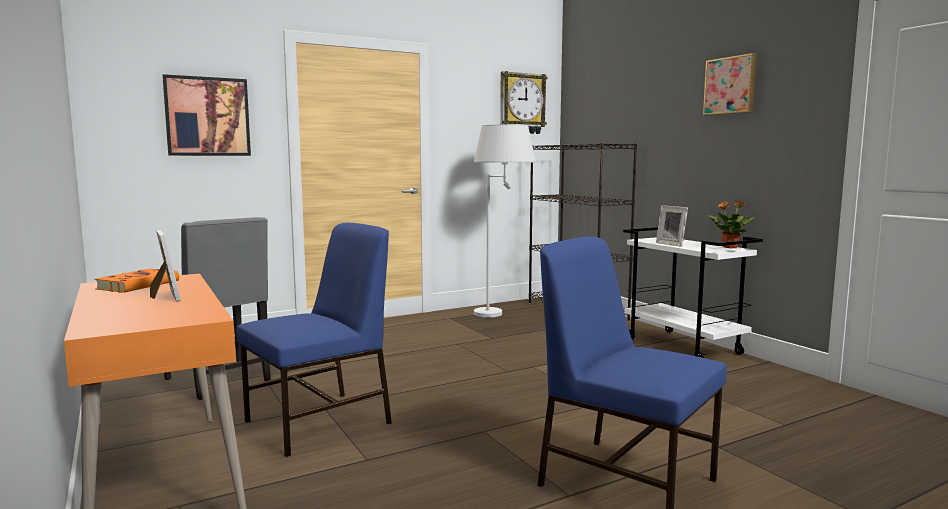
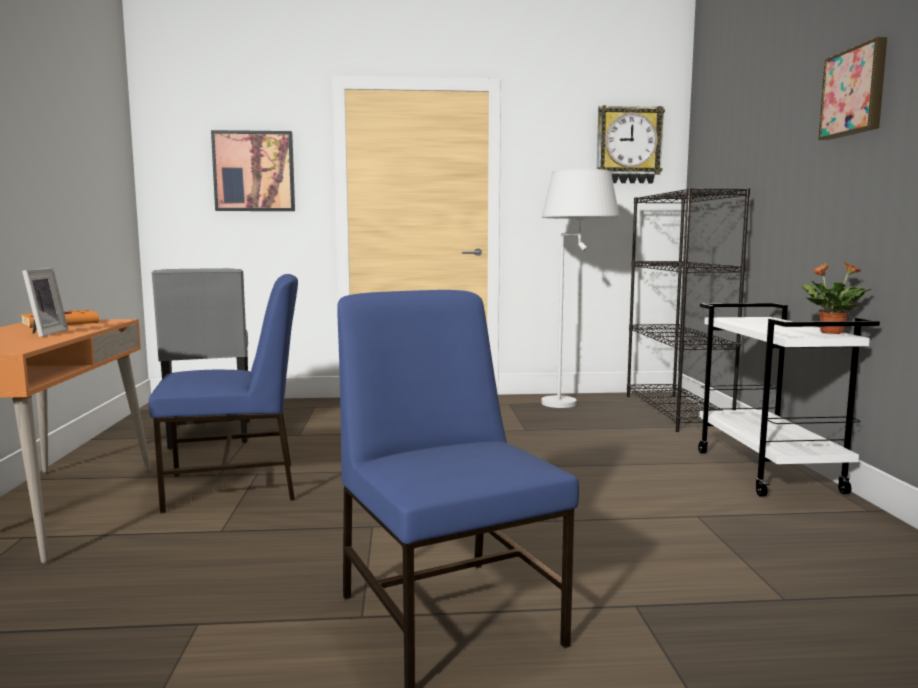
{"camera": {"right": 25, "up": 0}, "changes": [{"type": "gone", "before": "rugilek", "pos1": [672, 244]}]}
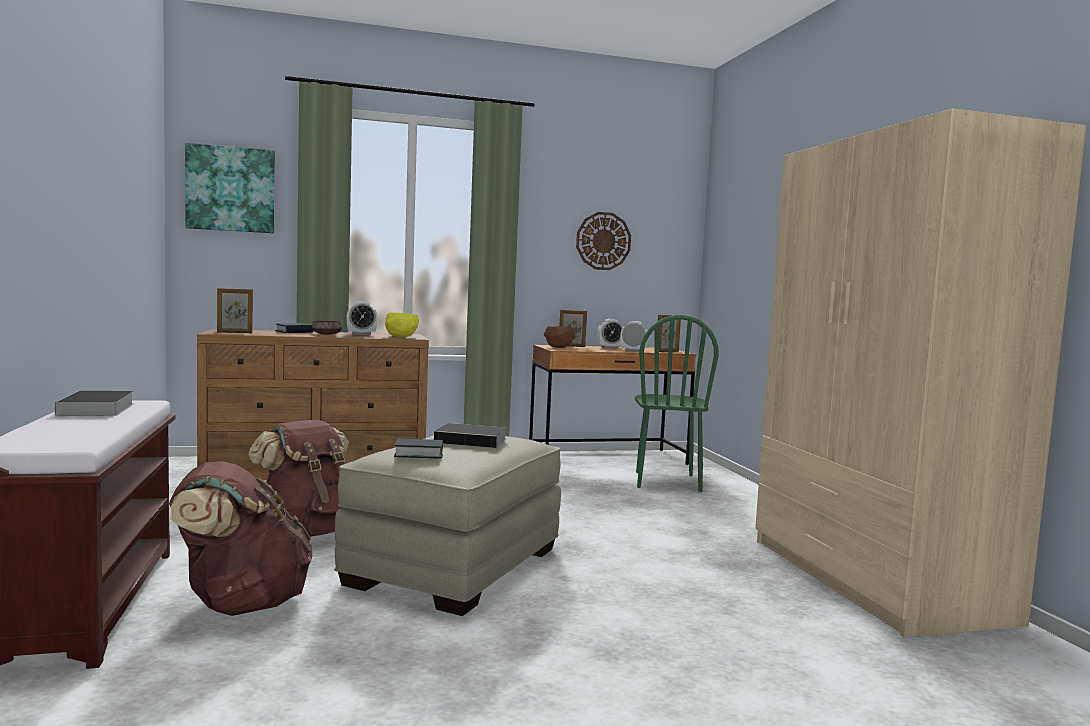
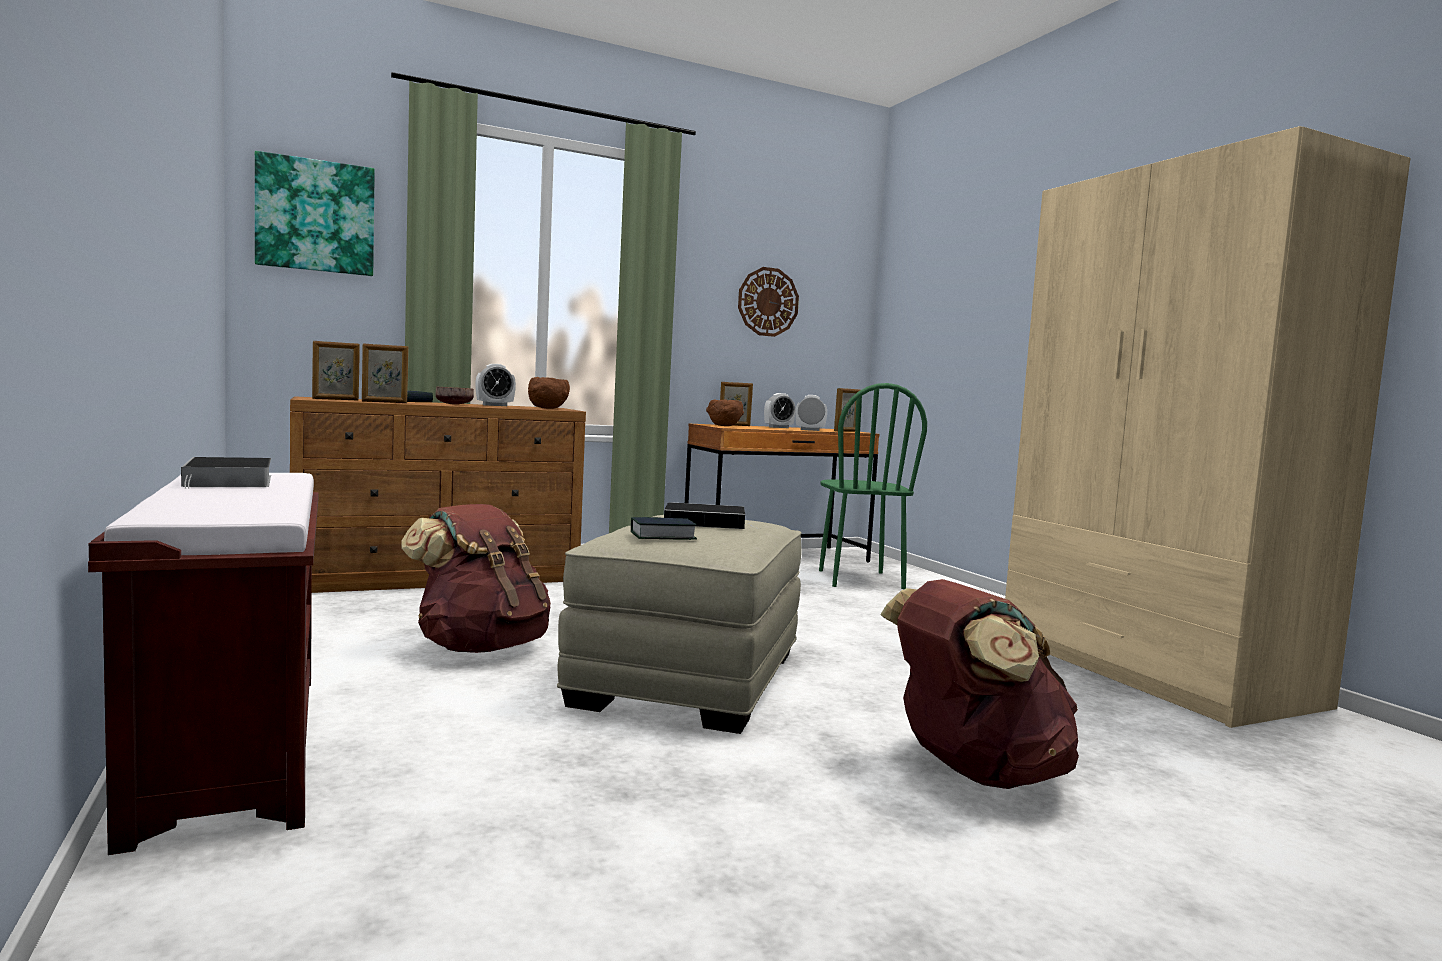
{"camera": {"right": -10, "up": 0}, "changes": [{"type": "shifted", "before": "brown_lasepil", "pos1": [241, 604], "pos2": [974, 772]}, {"type": "repainted", "before": "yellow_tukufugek", "after": "brown_tukufugek", "pos1": [401, 337], "pos2": [547, 408]}, {"type": "new", "after": "rugilek", "pos2": [384, 402]}]}
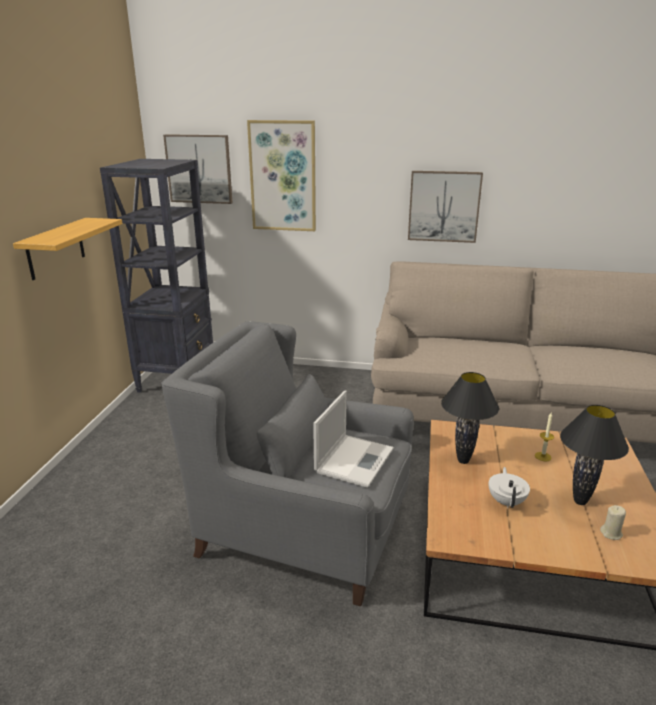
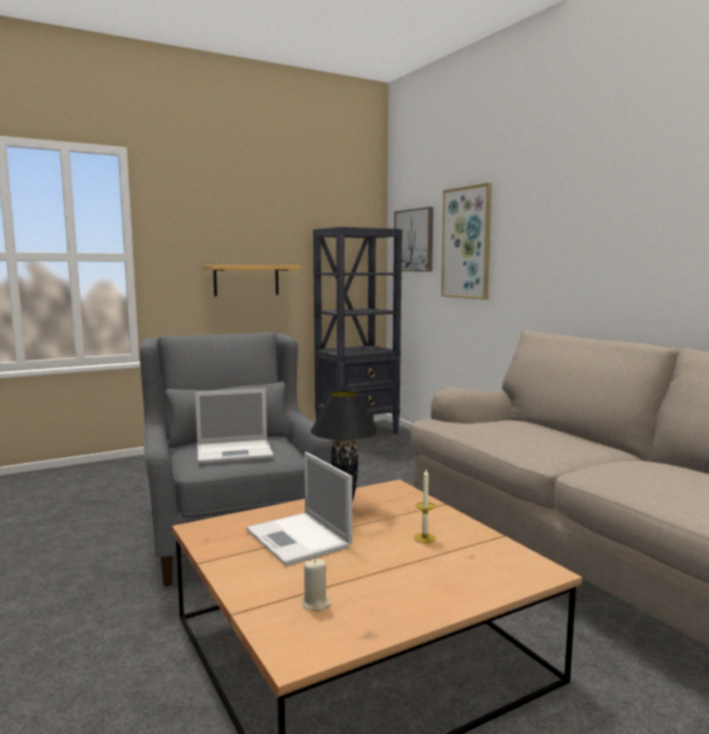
{"camera": {"right": 50, "up": -15}, "changes": [{"type": "gone", "before": "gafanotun", "pos1": [444, 206]}, {"type": "swapped", "before": "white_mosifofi", "after": "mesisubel", "pos1": [506, 501], "pos2": [299, 539]}, {"type": "gone", "before": "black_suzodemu", "pos1": [579, 502]}]}
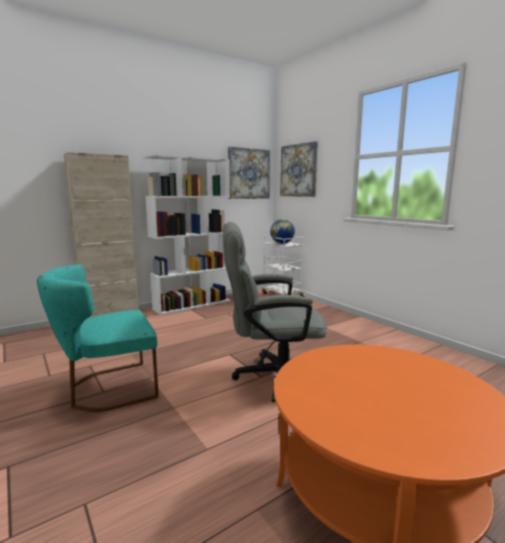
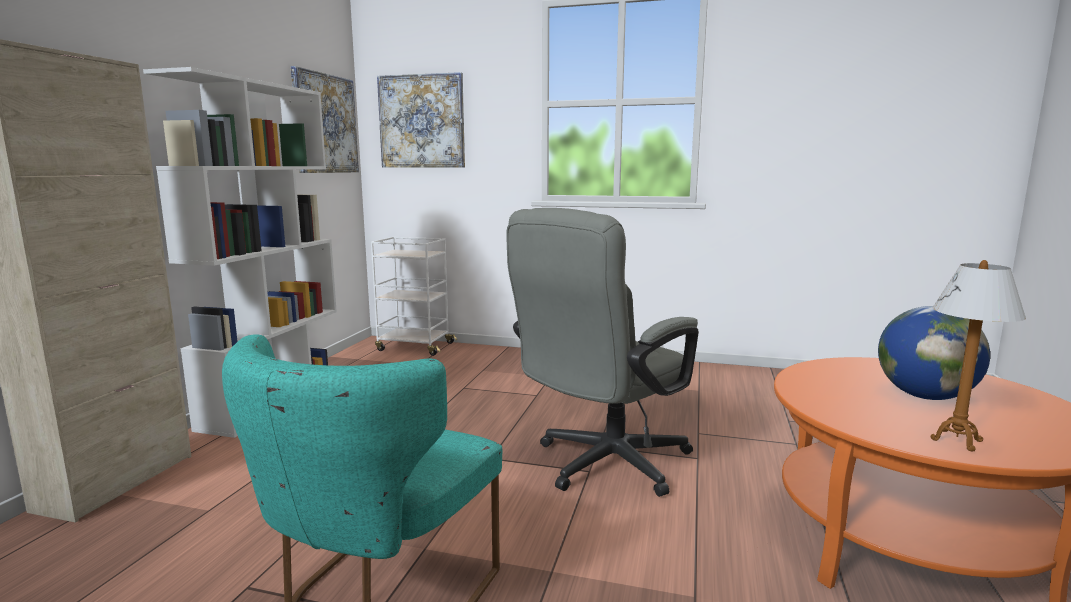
{"camera": {"right": -40, "up": 0}, "changes": [{"type": "shifted", "before": "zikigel", "pos1": [282, 243], "pos2": [924, 396]}, {"type": "new", "after": "suzodemu", "pos2": [956, 440]}]}
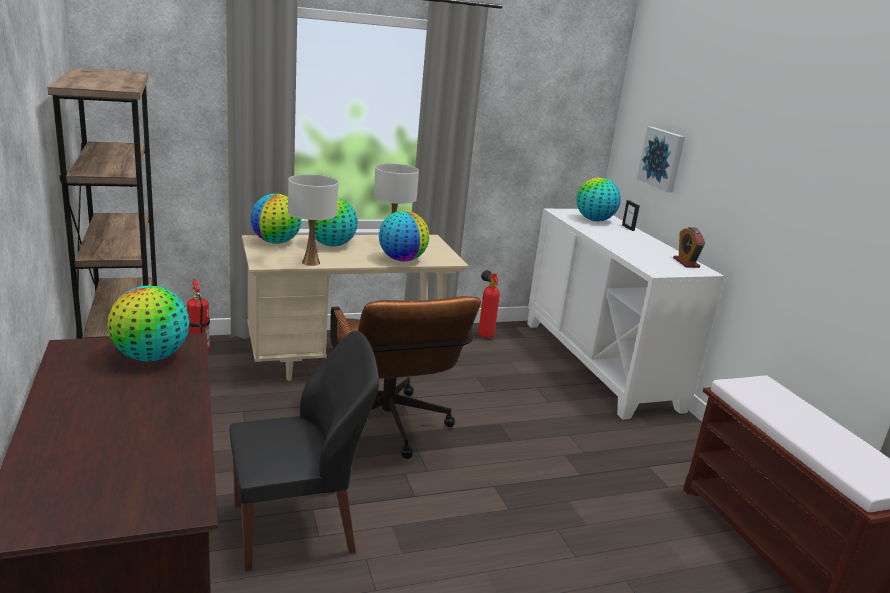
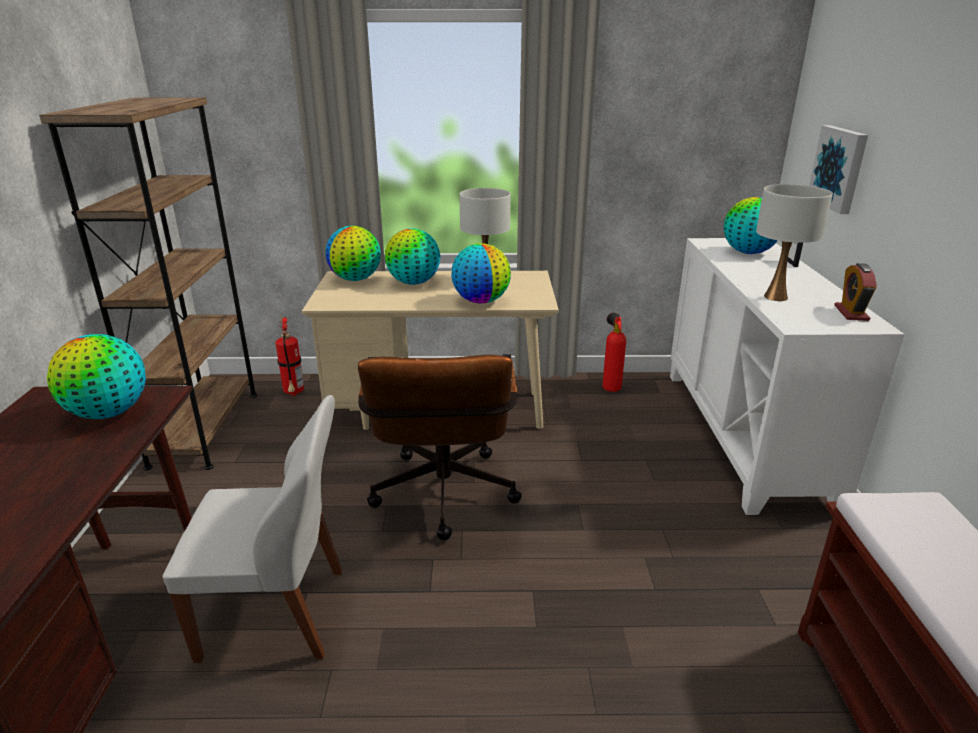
{"camera": {"right": 20, "up": 5}, "changes": [{"type": "repainted", "before": "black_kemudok", "after": "white_kemudok", "pos1": [297, 527], "pos2": [278, 614]}, {"type": "shifted", "before": "white_suzodemu", "pos1": [310, 262], "pos2": [775, 297]}]}
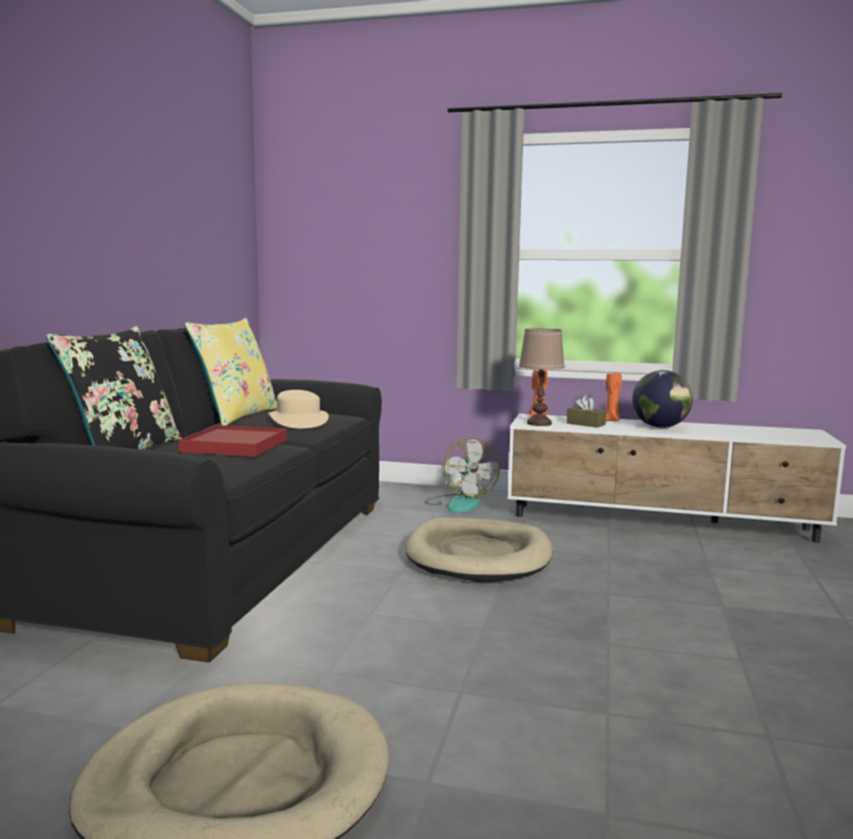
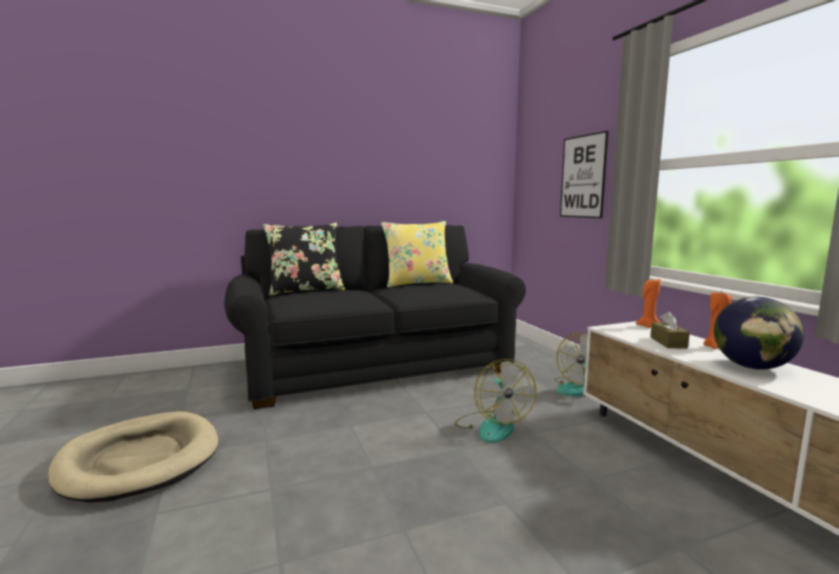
{"camera": {"right": 55, "up": 0}, "changes": [{"type": "gone", "before": "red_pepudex", "pos1": [235, 446]}, {"type": "gone", "before": "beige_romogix", "pos1": [298, 421]}, {"type": "swapped", "before": "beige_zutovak", "after": "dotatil", "pos1": [478, 556], "pos2": [492, 426]}, {"type": "gone", "before": "brown_suzodemu", "pos1": [538, 423]}, {"type": "new", "after": "gafanotun", "pos2": [583, 176]}]}
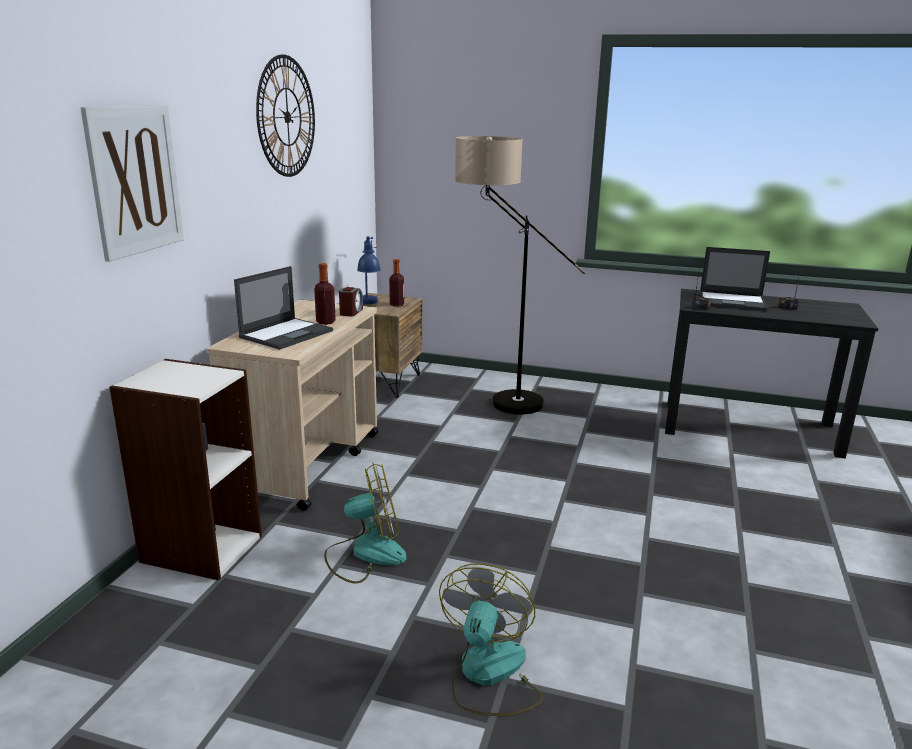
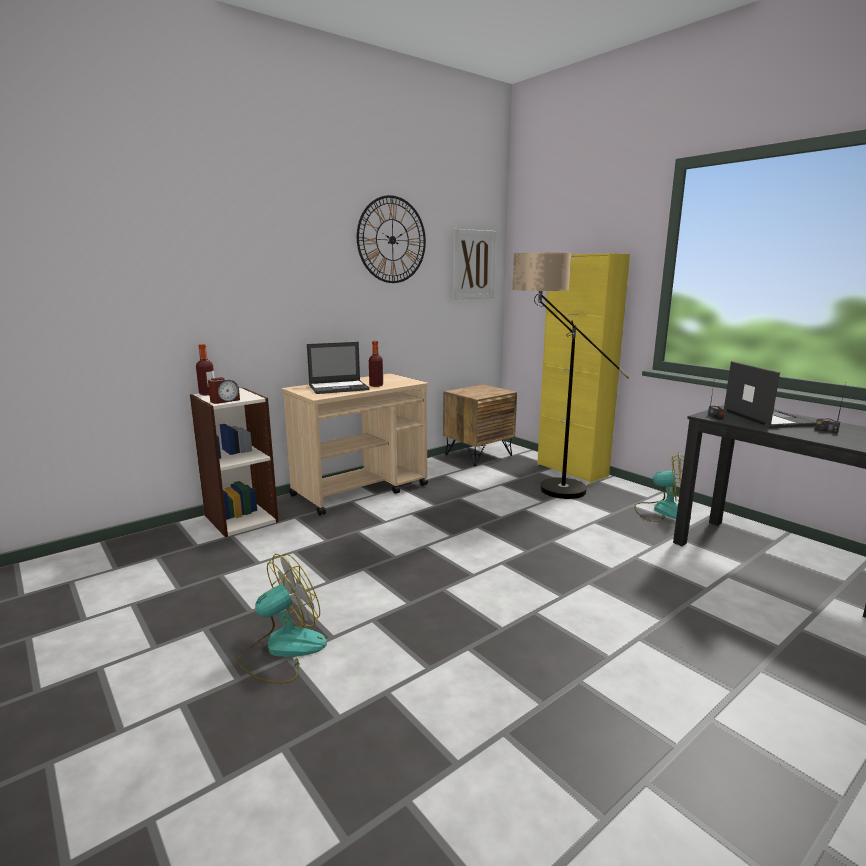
{"camera": {"right": 35, "up": -5}, "changes": [{"type": "shifted", "before": "gafanotun", "pos1": [135, 180], "pos2": [473, 264]}, {"type": "shifted", "before": "dotatil", "pos1": [365, 554], "pos2": [662, 511]}, {"type": "shifted", "before": "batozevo", "pos1": [351, 312], "pos2": [224, 401]}, {"type": "gone", "before": "blue_suzodemu", "pos1": [368, 304]}, {"type": "shifted", "before": "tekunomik", "pos1": [397, 305], "pos2": [207, 394]}, {"type": "rotated", "before": "mesisubel", "pos1": [732, 301], "pos2": [766, 418], "turn": -150}, {"type": "new", "after": "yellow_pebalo", "pos2": [572, 470]}]}
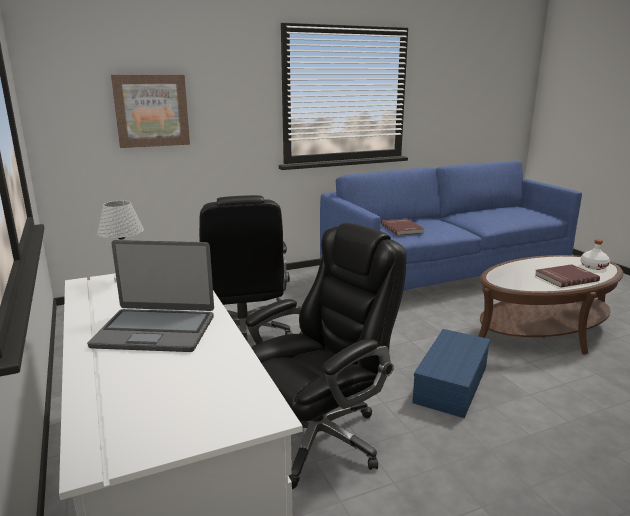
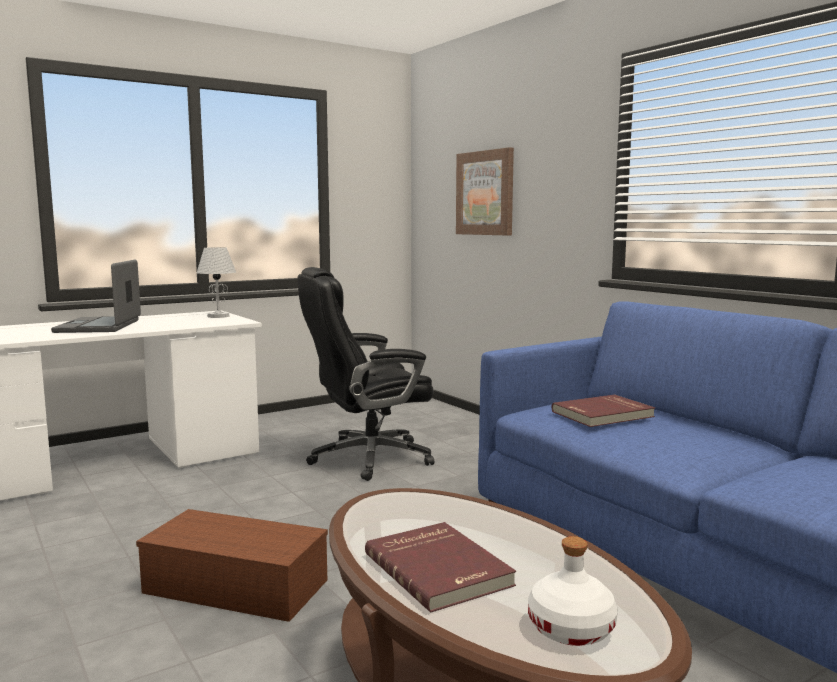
{"camera": {"right": 80, "up": -10}, "changes": [{"type": "gone", "before": "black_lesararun", "pos1": [320, 437]}, {"type": "repainted", "before": "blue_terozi", "after": "brown_terozi", "pos1": [450, 383], "pos2": [239, 586]}]}
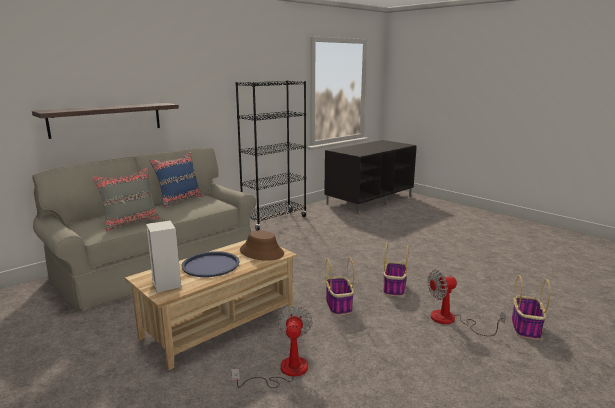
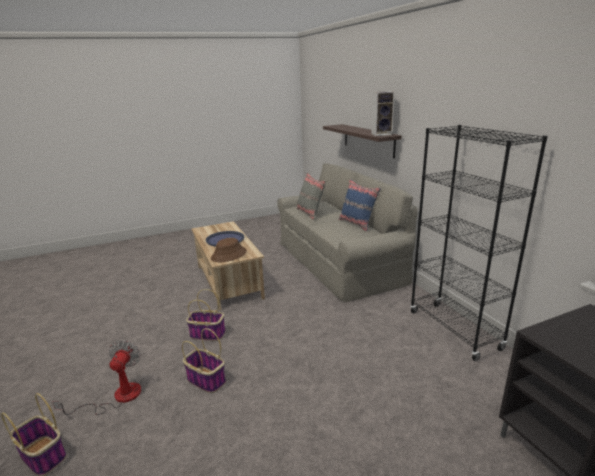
{"camera": {"right": 110, "up": 5}, "changes": [{"type": "shifted", "before": "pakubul", "pos1": [165, 283], "pos2": [382, 134]}, {"type": "gone", "before": "dotatil", "pos1": [284, 371]}]}
